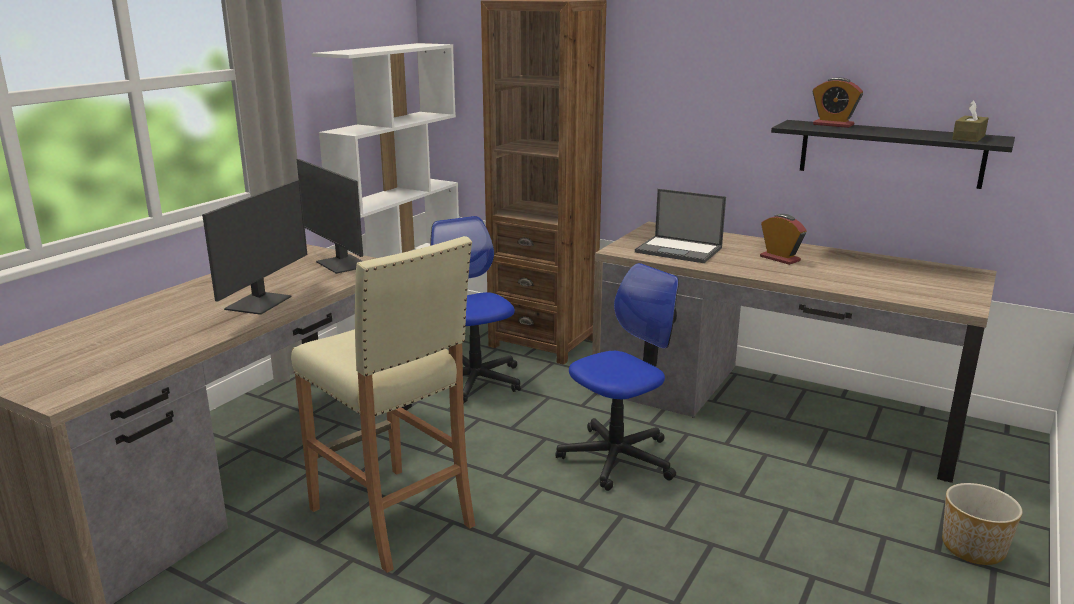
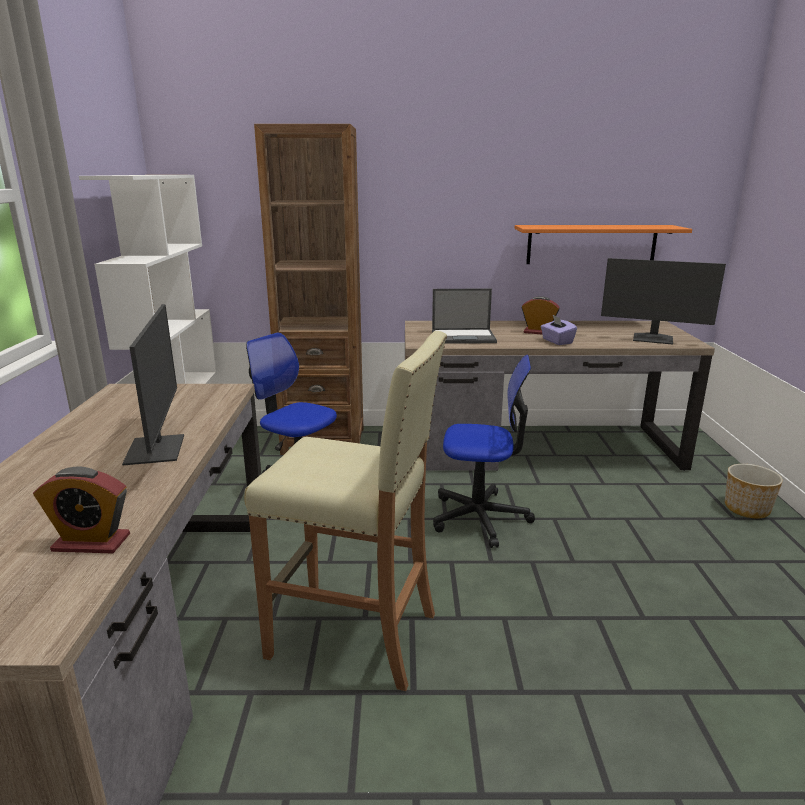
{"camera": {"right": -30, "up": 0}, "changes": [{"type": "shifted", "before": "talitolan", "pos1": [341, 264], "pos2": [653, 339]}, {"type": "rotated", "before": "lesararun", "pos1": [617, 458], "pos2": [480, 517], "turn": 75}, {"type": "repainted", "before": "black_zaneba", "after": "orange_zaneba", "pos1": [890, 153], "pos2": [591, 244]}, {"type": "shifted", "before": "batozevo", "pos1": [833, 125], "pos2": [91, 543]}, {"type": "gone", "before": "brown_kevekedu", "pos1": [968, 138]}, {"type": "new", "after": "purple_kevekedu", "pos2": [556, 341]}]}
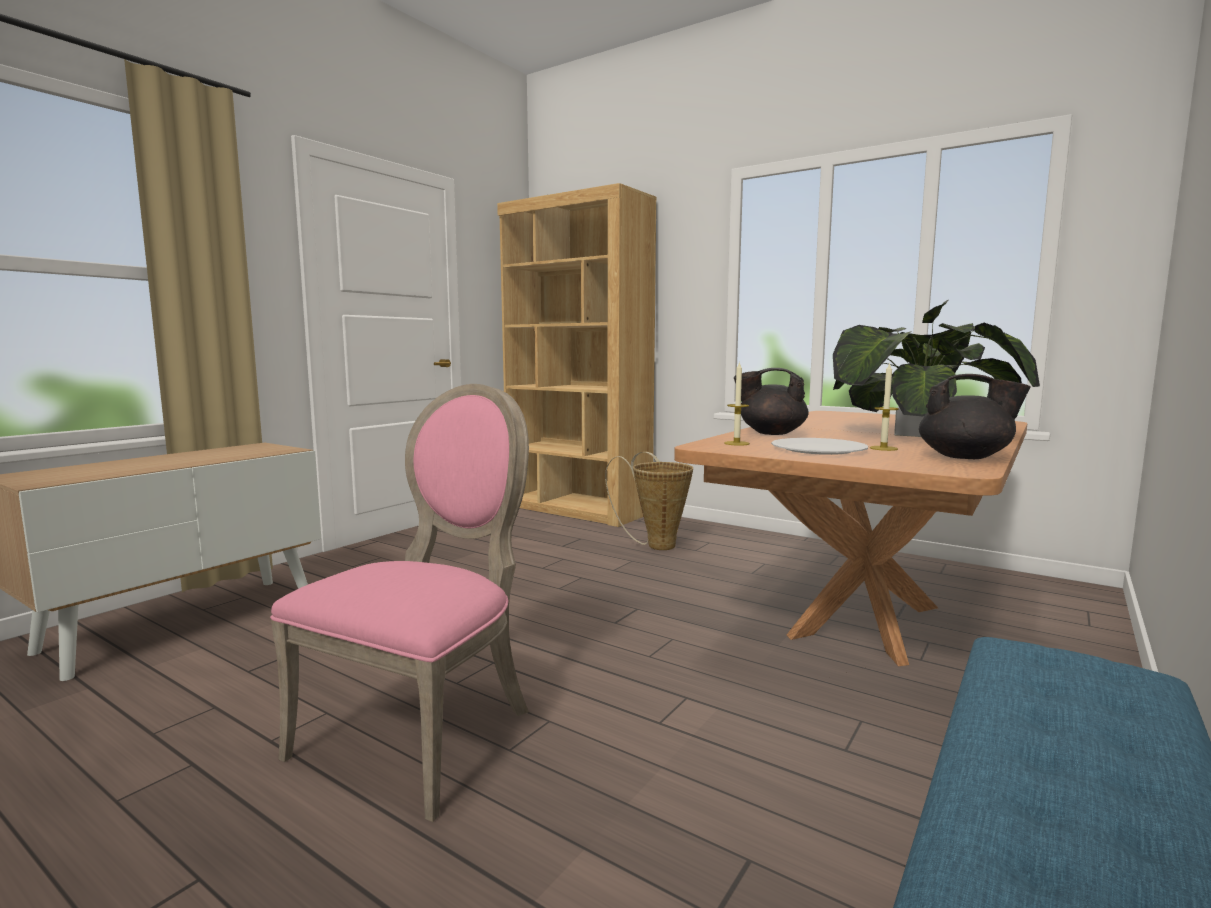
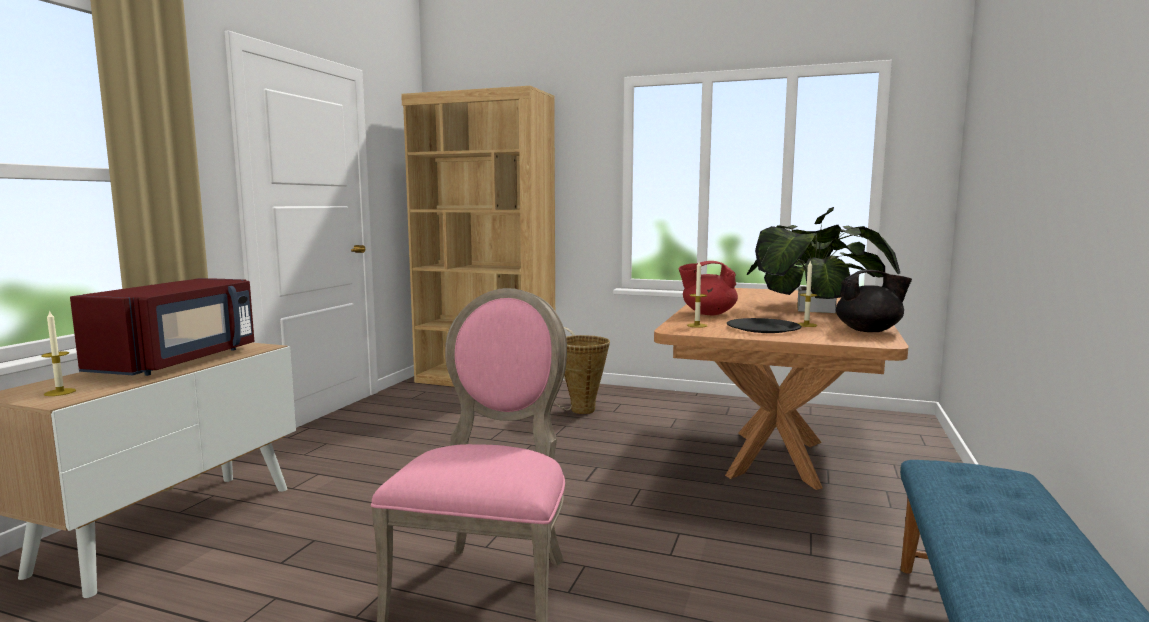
{"camera": {"right": -15, "up": 0}, "changes": [{"type": "repainted", "before": "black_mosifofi", "after": "red_mosifofi", "pos1": [770, 433], "pos2": [708, 313]}, {"type": "repainted", "before": "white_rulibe", "after": "black_rulibe", "pos1": [818, 449], "pos2": [763, 328]}, {"type": "new", "after": "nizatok", "pos2": [60, 392]}, {"type": "new", "after": "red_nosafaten", "pos2": [180, 361]}]}
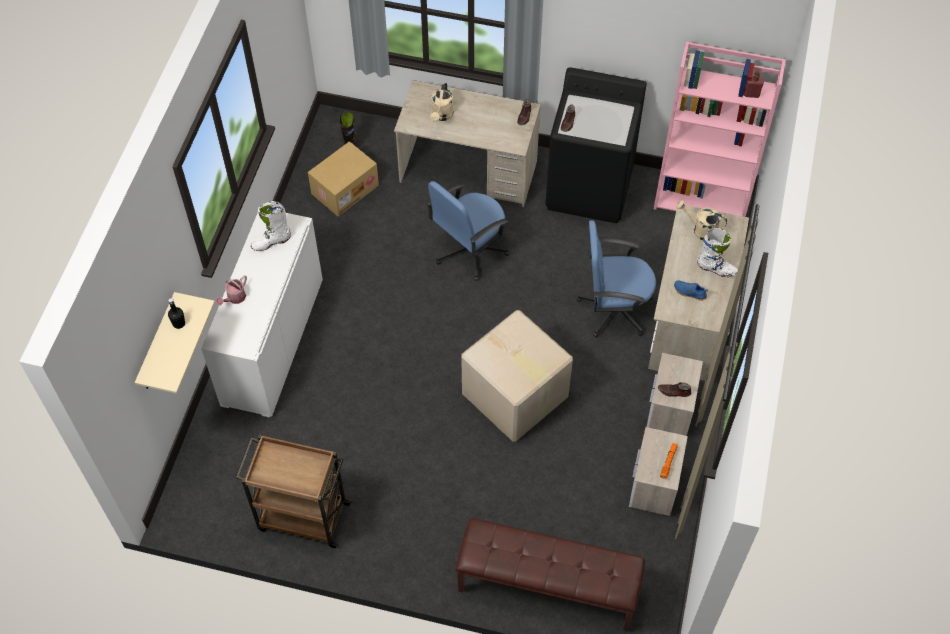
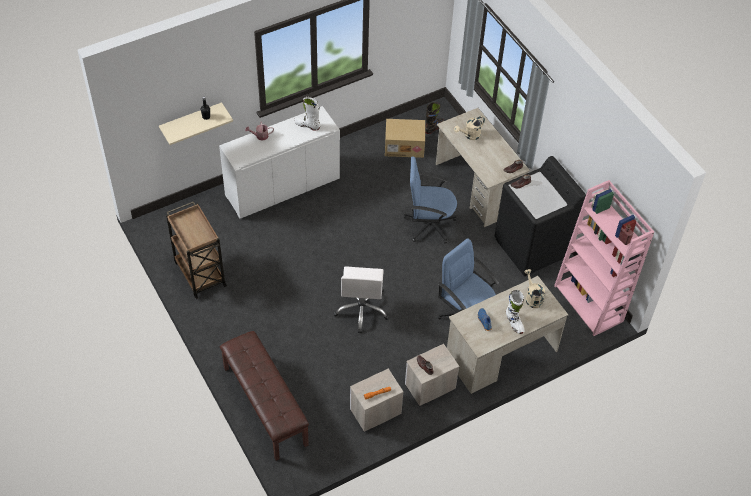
{"camera": {"right": 45, "up": -5}, "changes": [{"type": "swapped", "before": "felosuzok", "after": "white_lesararun", "pos1": [515, 396], "pos2": [362, 310]}]}
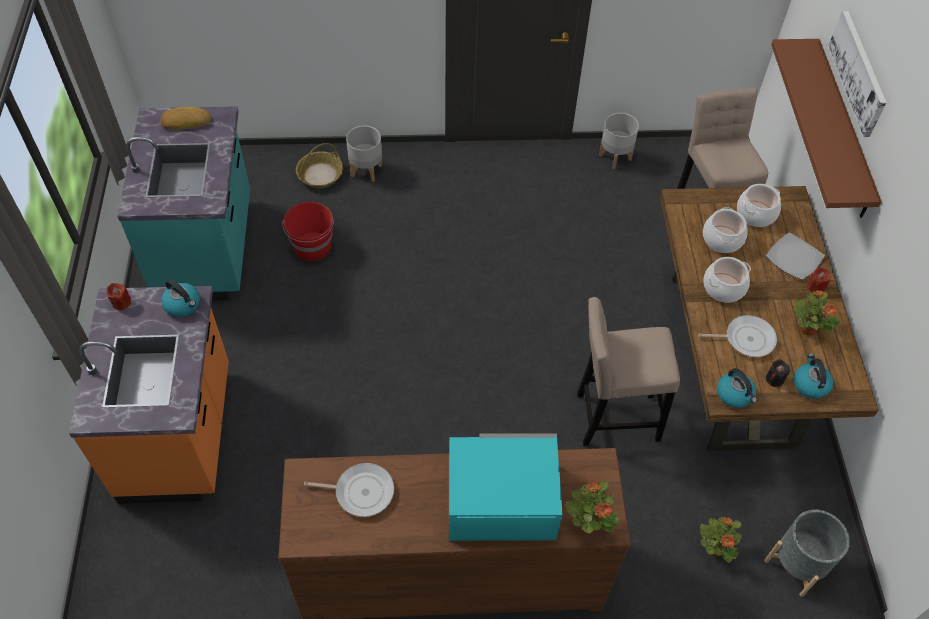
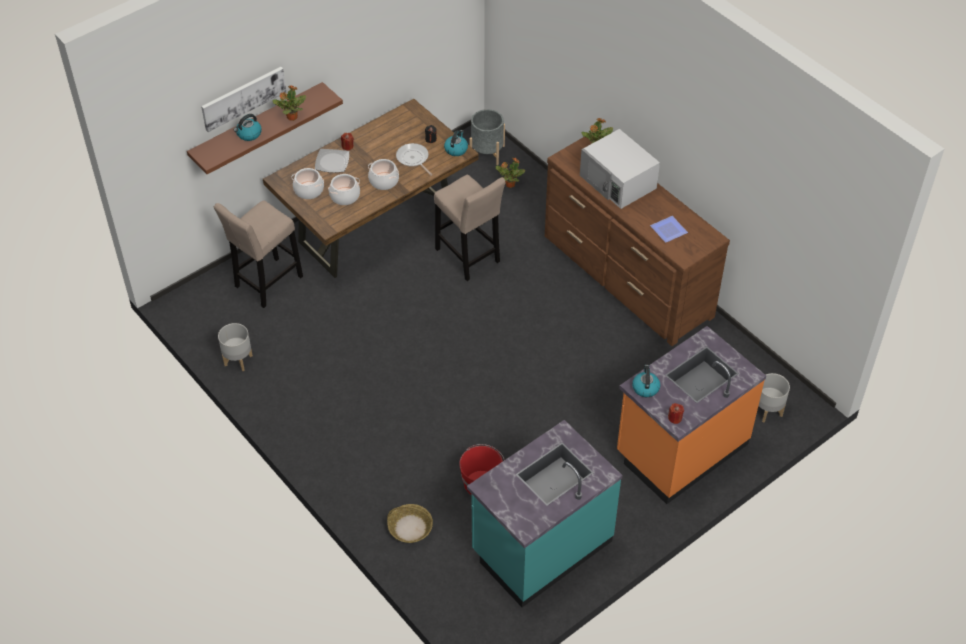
{"camera": {"right": -125, "up": -5}, "changes": [{"type": "gone", "before": "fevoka", "pos1": [186, 121]}, {"type": "swapped", "before": "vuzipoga", "after": "rulibe", "pos1": [361, 491], "pos2": [668, 231]}, {"type": "shifted", "before": "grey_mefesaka", "pos1": [366, 171], "pos2": [768, 410]}, {"type": "repainted", "before": "turquoise_nosafaten", "after": "white_nosafaten", "pos1": [500, 500], "pos2": [618, 182]}, {"type": "shifted", "before": "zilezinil", "pos1": [807, 328], "pos2": [291, 117]}, {"type": "shifted", "before": "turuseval", "pos1": [810, 384], "pos2": [249, 134]}]}
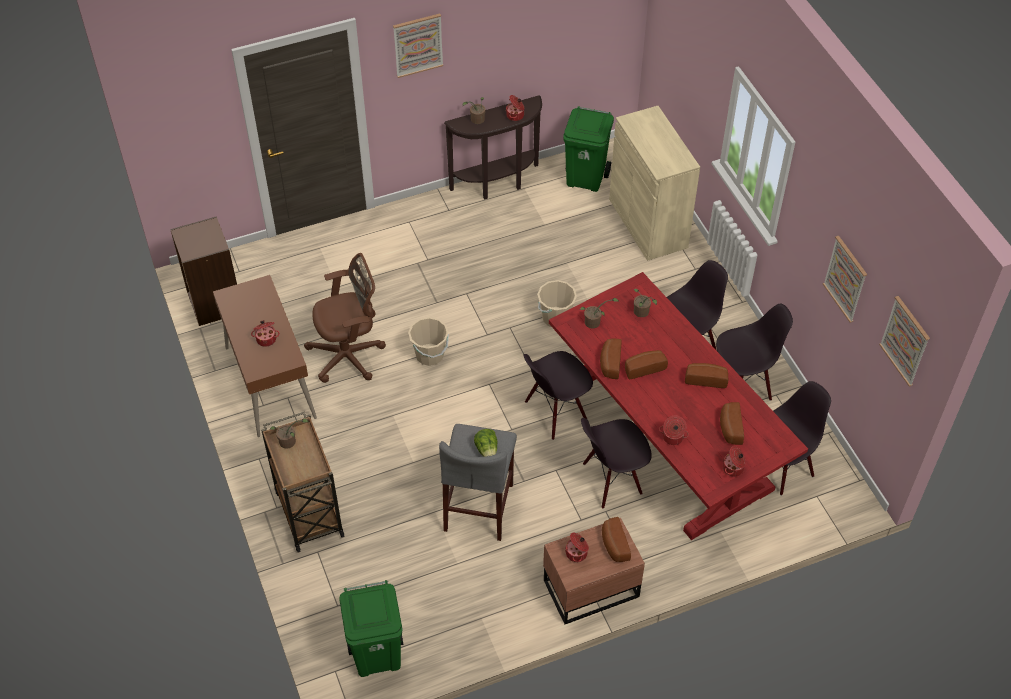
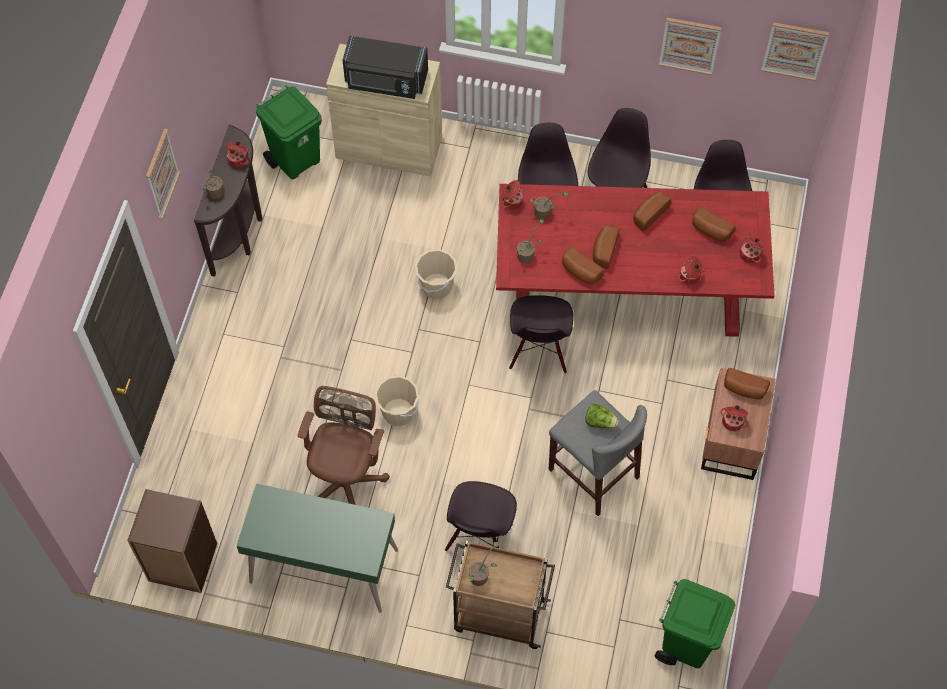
{"camera": {"right": -55, "up": 10}, "changes": [{"type": "repainted", "before": "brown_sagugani", "after": "green_sagugani", "pos1": [269, 383], "pos2": [324, 567]}, {"type": "shifted", "before": "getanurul", "pos1": [266, 339], "pos2": [512, 201]}, {"type": "shifted", "before": "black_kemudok", "pos1": [612, 480], "pos2": [480, 538]}, {"type": "new", "after": "black_nosafaten", "pos2": [385, 81]}]}
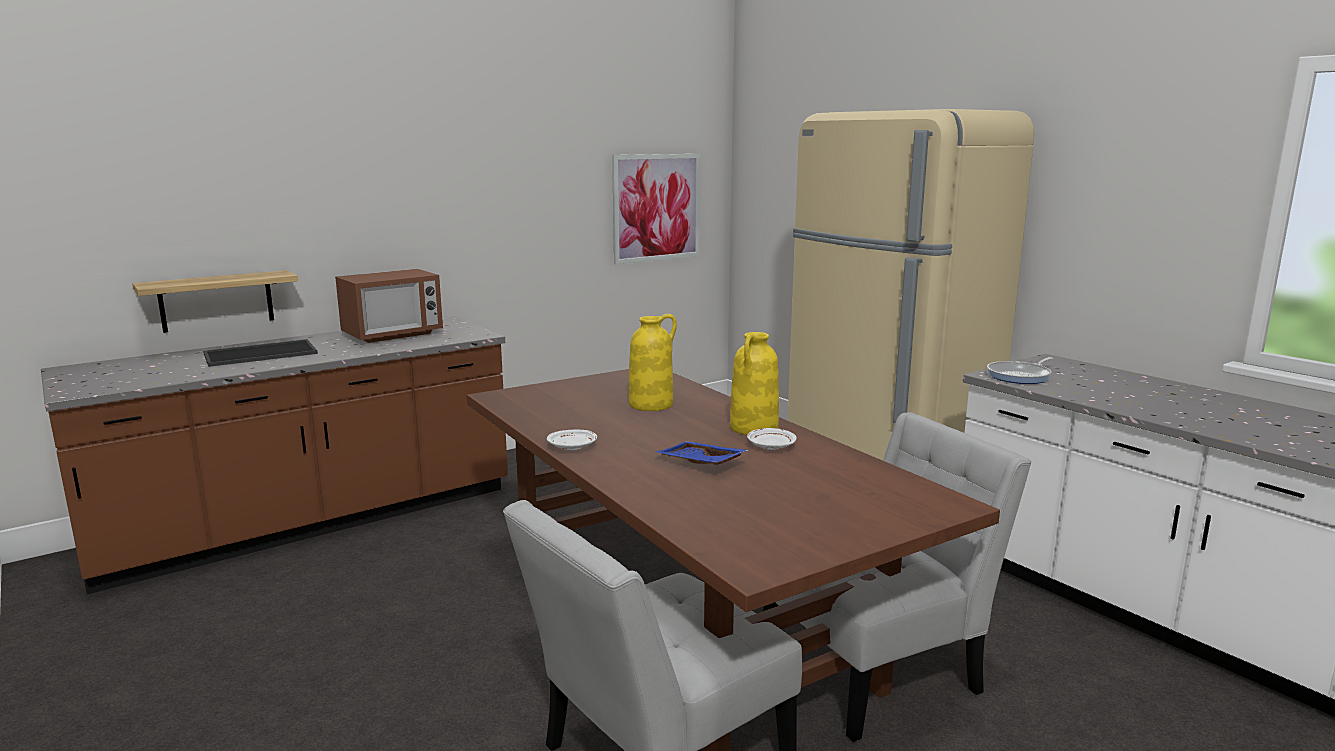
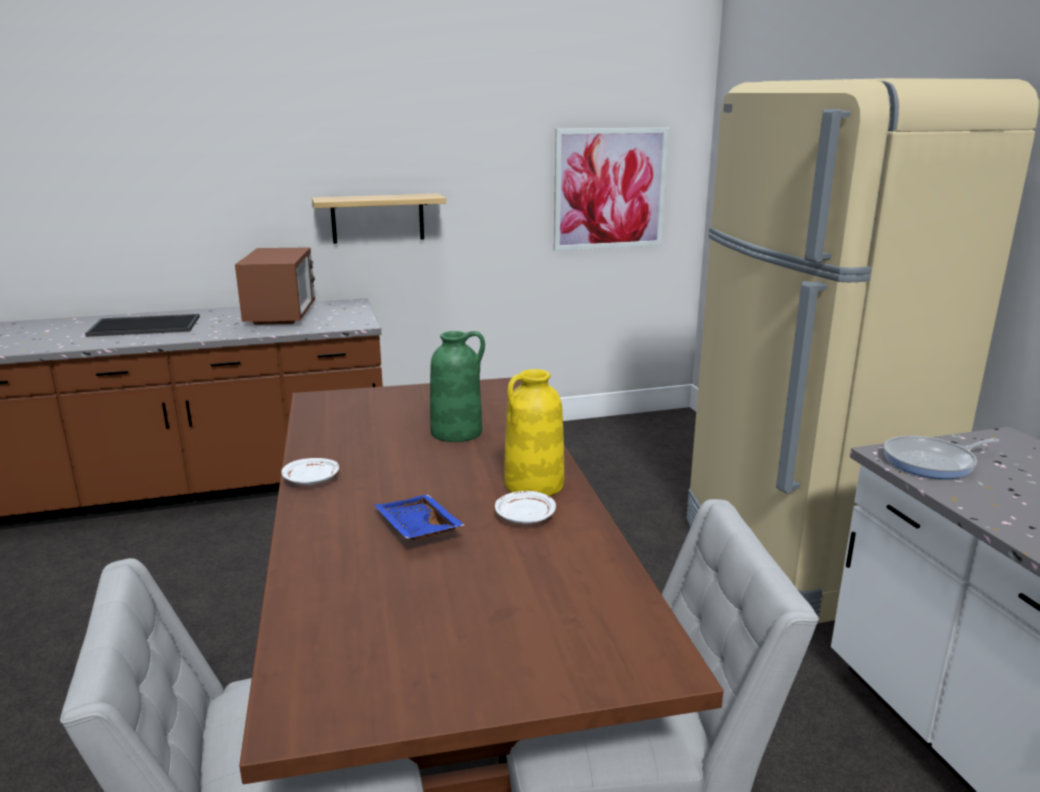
{"camera": {"right": 20, "up": 5}, "changes": [{"type": "shifted", "before": "zaneba", "pos1": [216, 301], "pos2": [377, 218]}, {"type": "rotated", "before": "nosafaten", "pos1": [393, 335], "pos2": [281, 315], "turn": -75}, {"type": "repainted", "before": "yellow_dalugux", "after": "green_dalugux", "pos1": [651, 404], "pos2": [457, 432]}]}
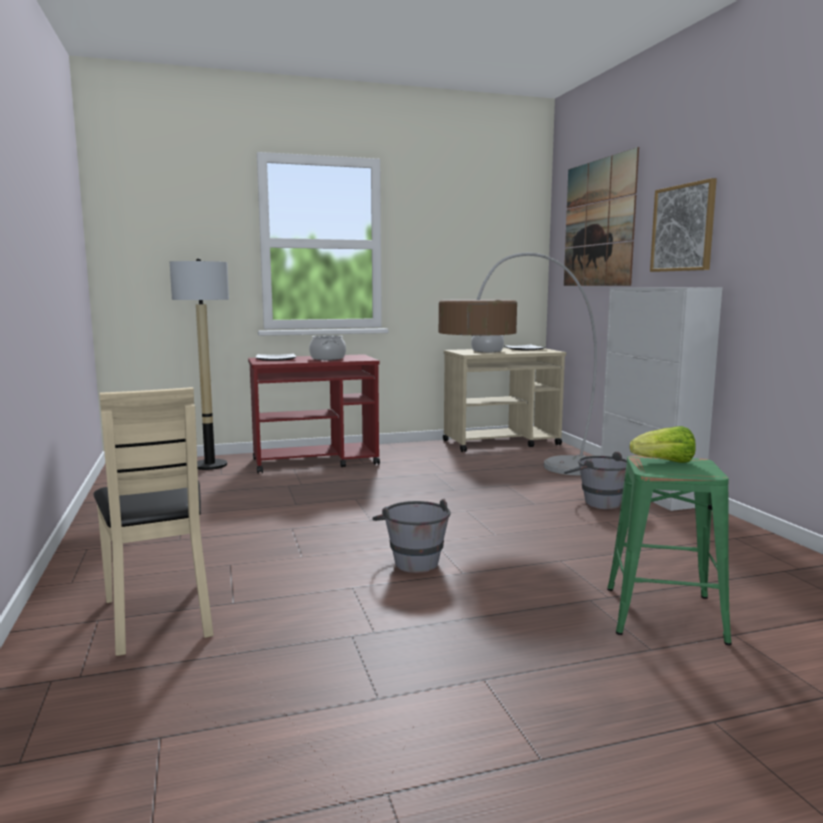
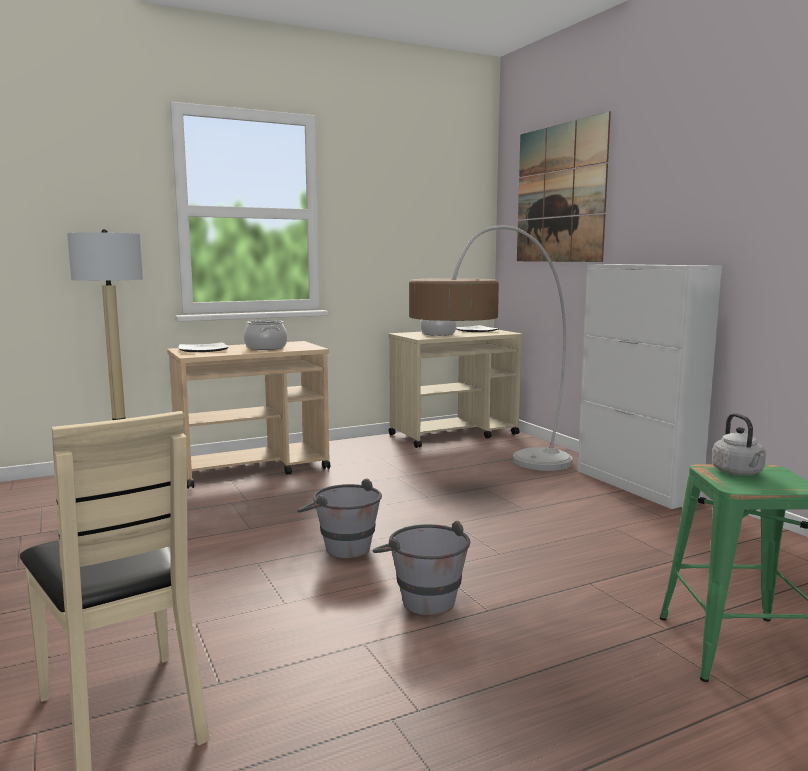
{"camera": {"right": -10, "up": 0}, "changes": [{"type": "repainted", "before": "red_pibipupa", "after": "beige_pibipupa", "pos1": [316, 462], "pos2": [253, 469]}, {"type": "shifted", "before": "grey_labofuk", "pos1": [595, 502], "pos2": [340, 546]}, {"type": "swapped", "before": "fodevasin", "after": "grey_turuseval", "pos1": [665, 462], "pos2": [738, 473]}, {"type": "gone", "before": "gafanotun", "pos1": [683, 228]}]}
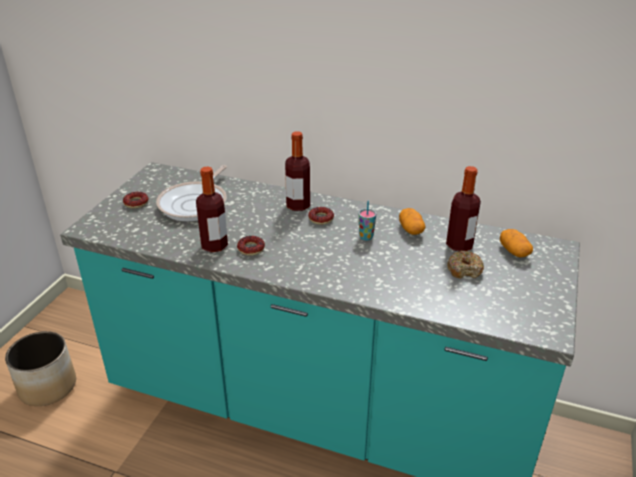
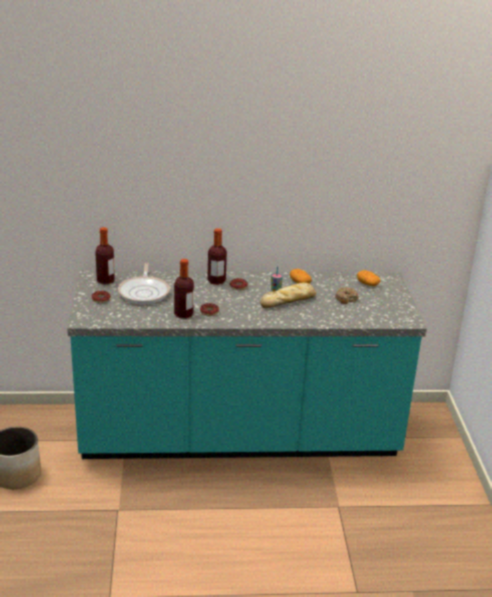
{"camera": {"right": -25, "up": -5}, "changes": [{"type": "shifted", "before": "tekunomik", "pos1": [459, 245], "pos2": [105, 280]}, {"type": "new", "after": "fevoka", "pos2": [289, 300]}]}
